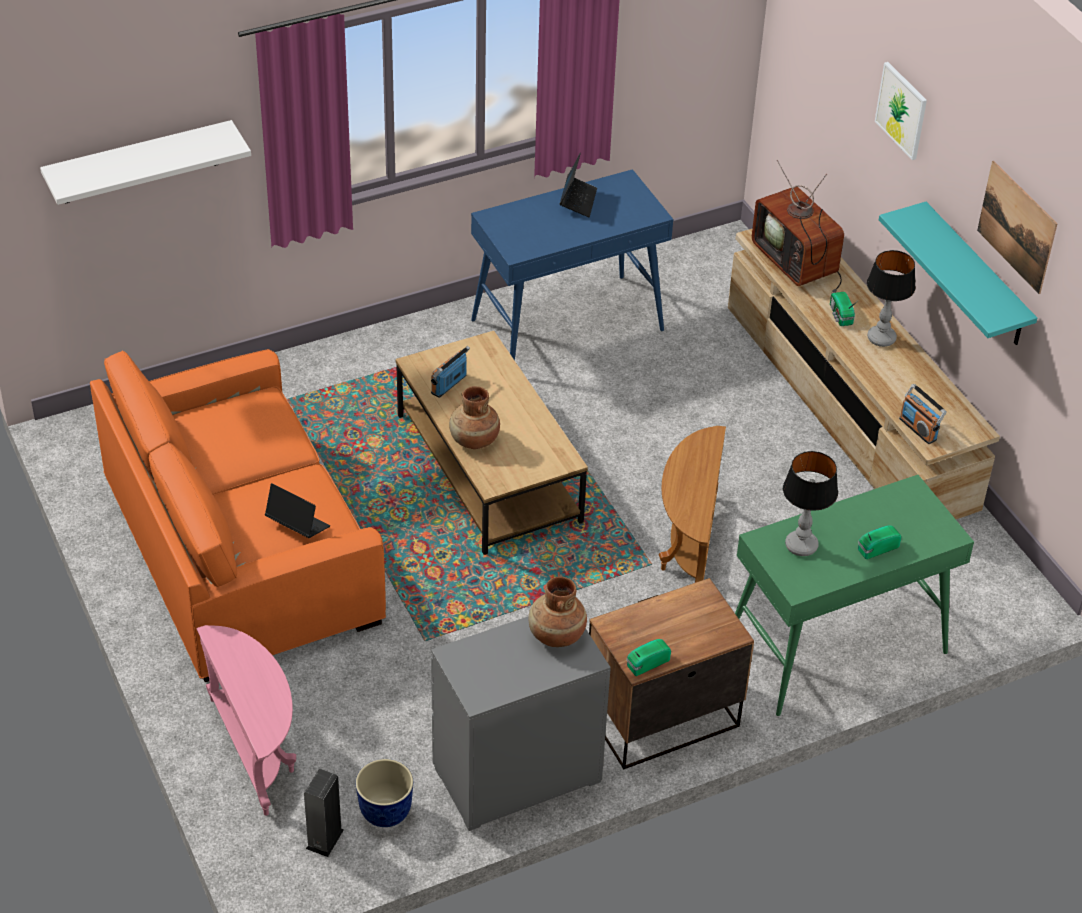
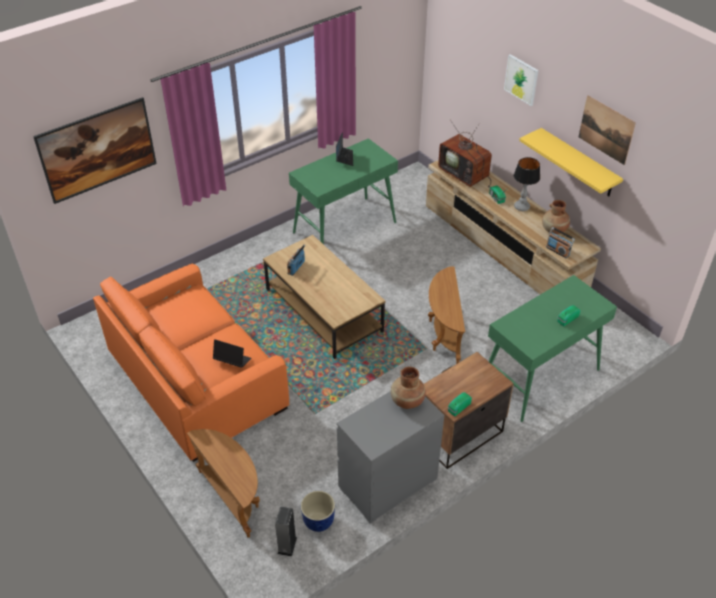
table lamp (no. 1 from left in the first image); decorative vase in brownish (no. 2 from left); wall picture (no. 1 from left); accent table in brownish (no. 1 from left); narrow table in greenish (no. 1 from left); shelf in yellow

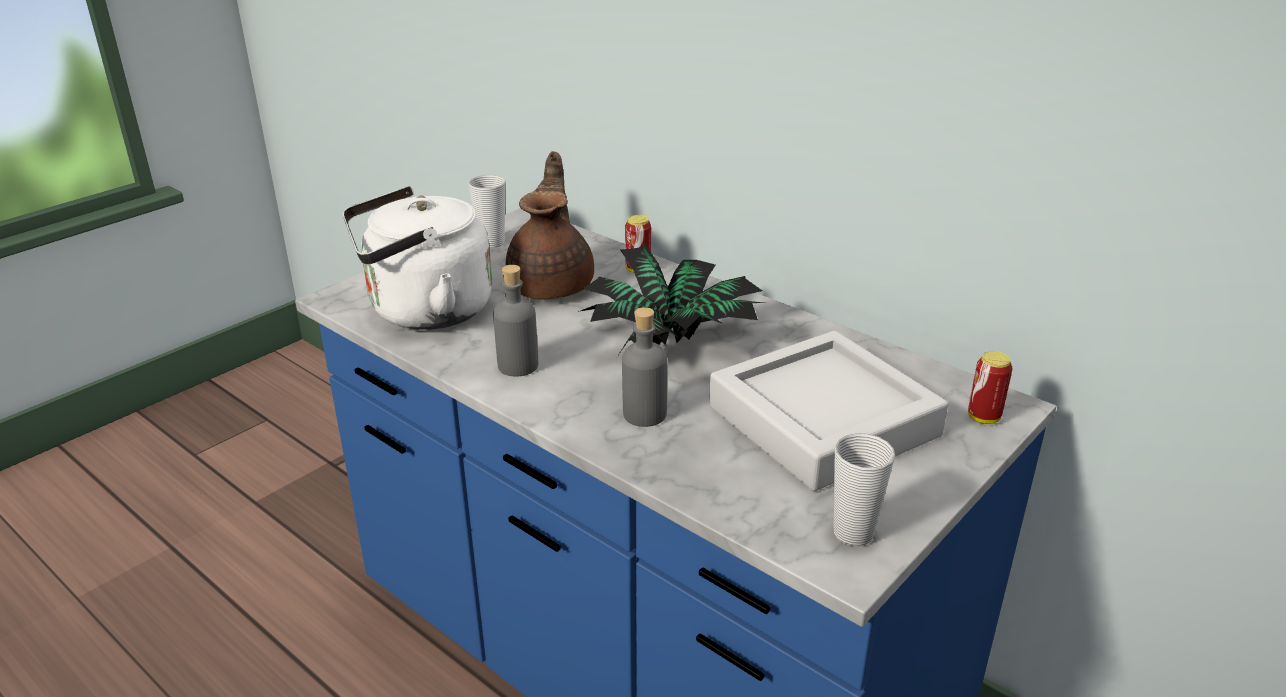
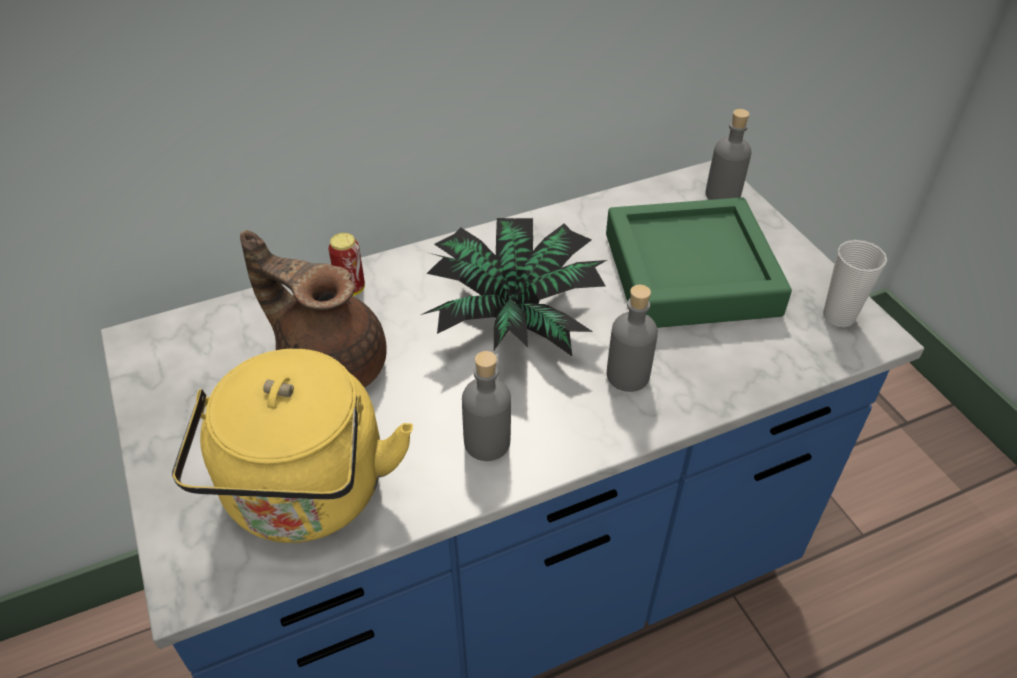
small cup (no. 1 from left in the first image); beverage bottle in gray (no. 3 from left); tea kettle in yellow; carrying tray in greenish

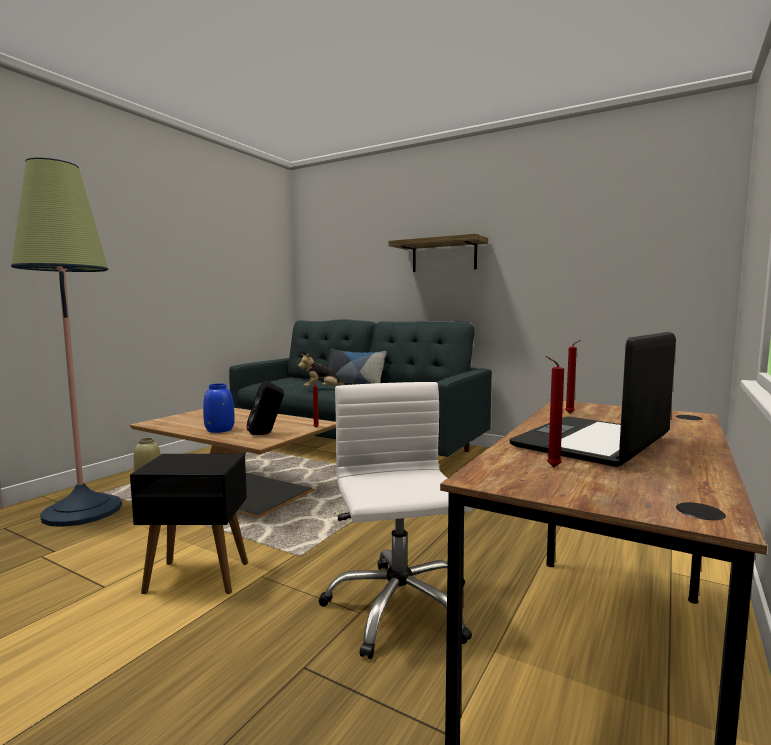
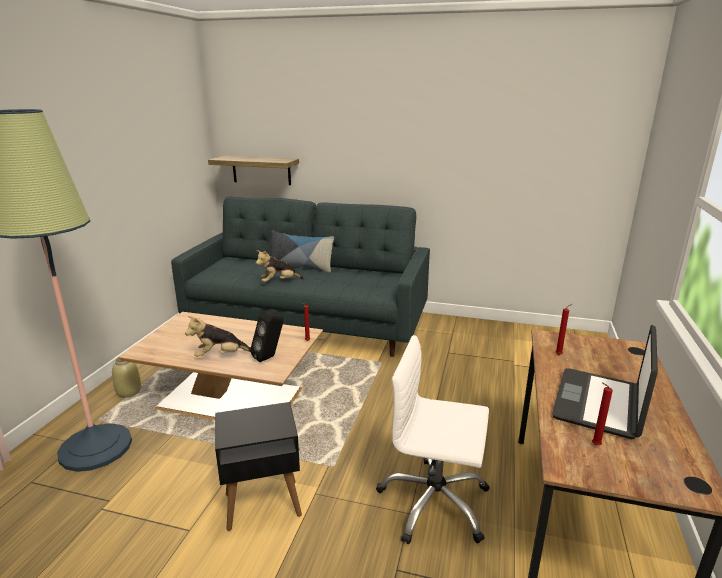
shelf; plush toy (no. 1 from left); desk chair in white

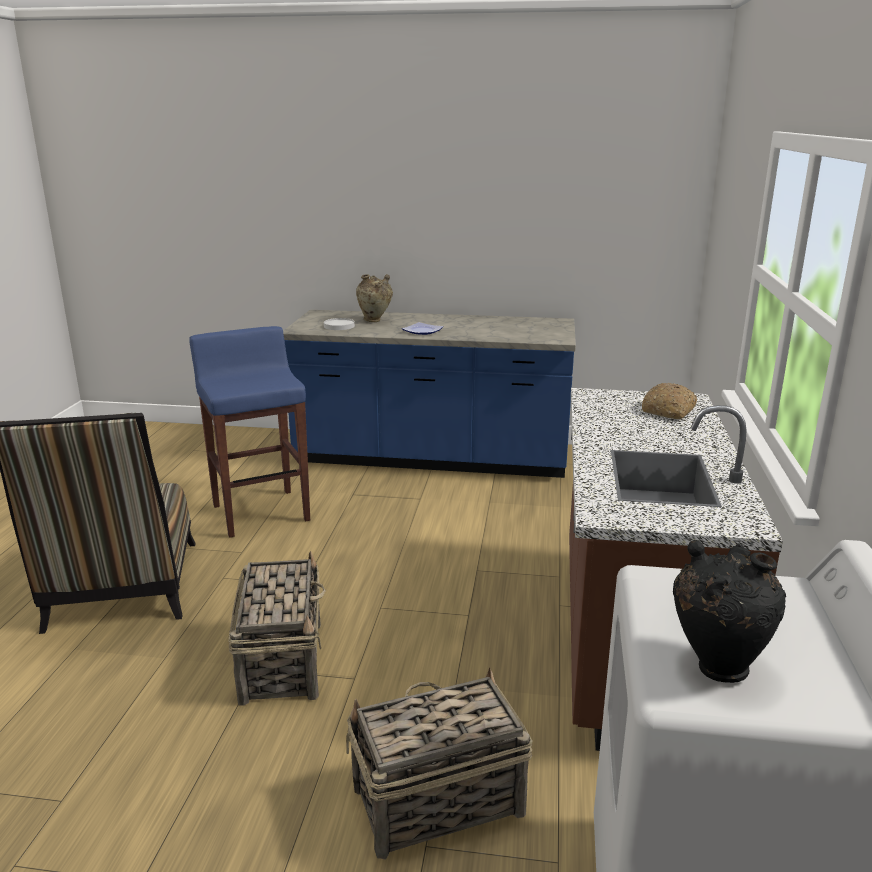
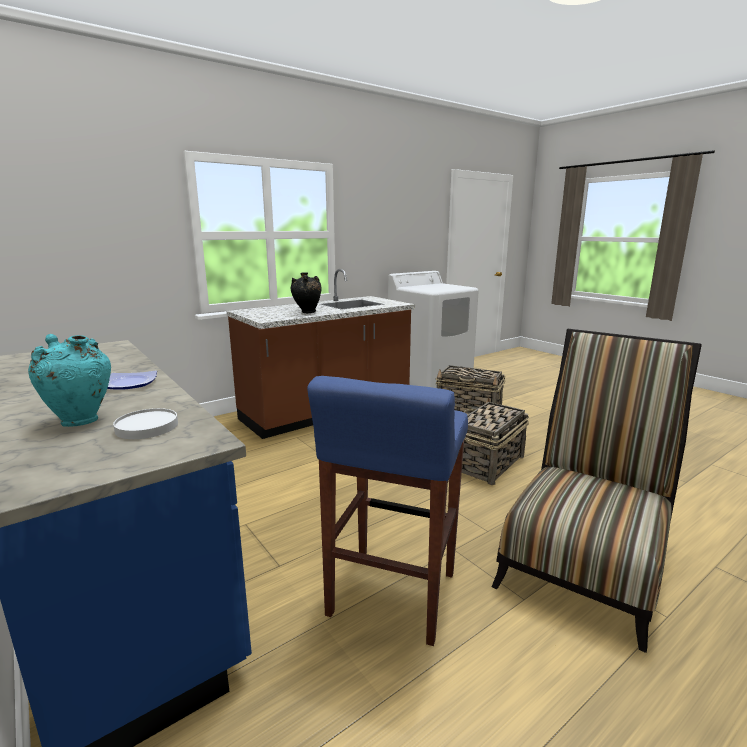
bread; decorative vase in black; decorative vase in turquoise

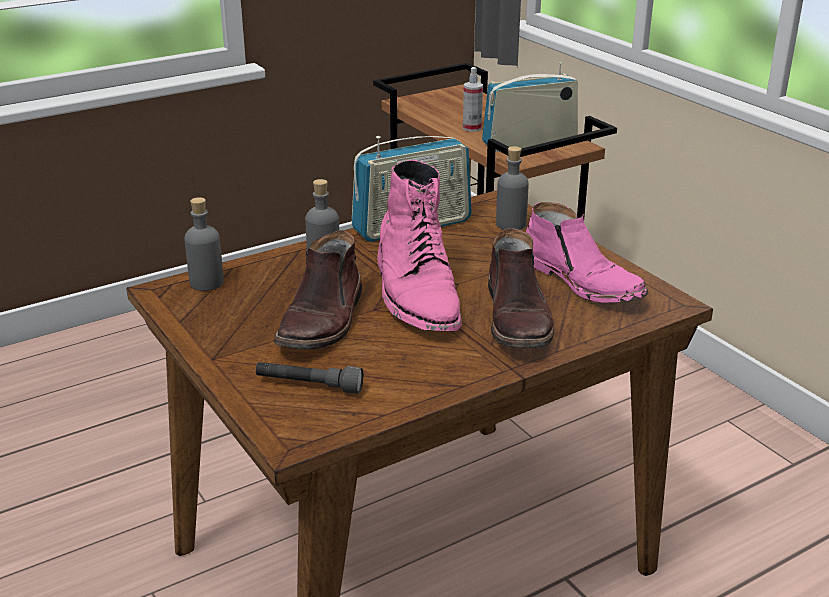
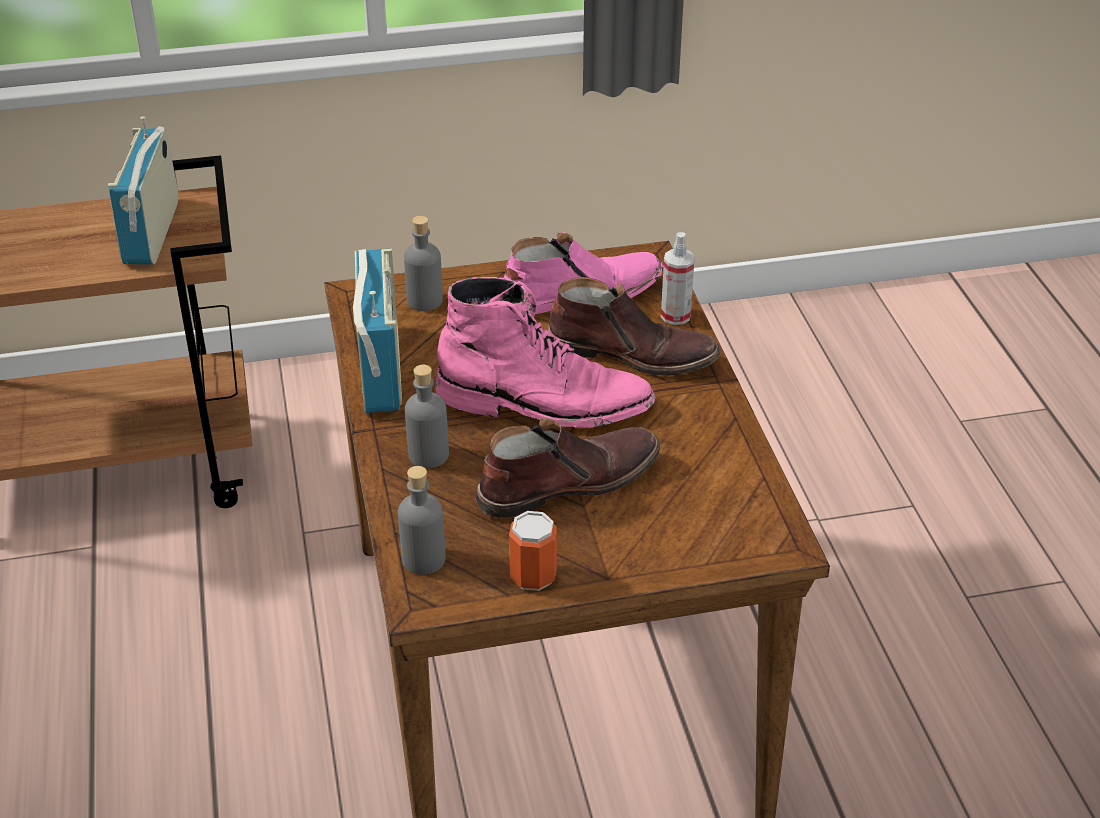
hand torch in gray; sealed can; sprayer; boot in brownish (no. 1 from left)

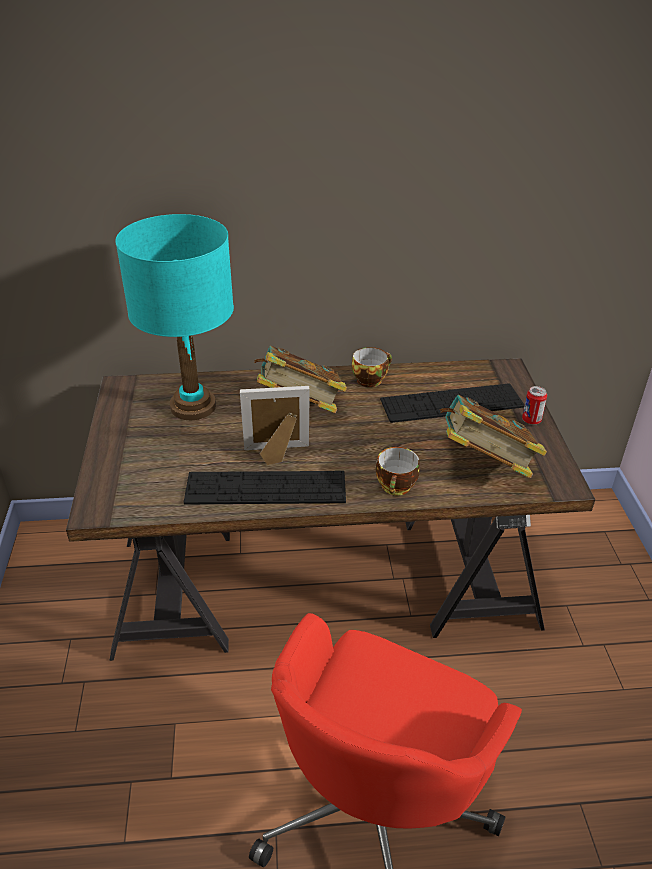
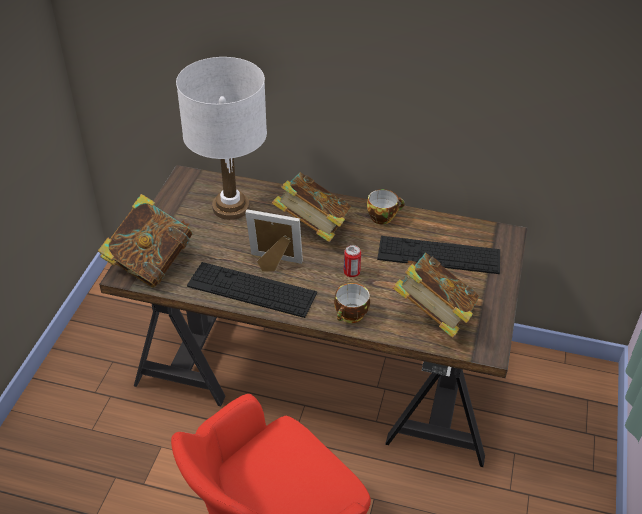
book (no. 1 from left); sealed can; table lamp in white

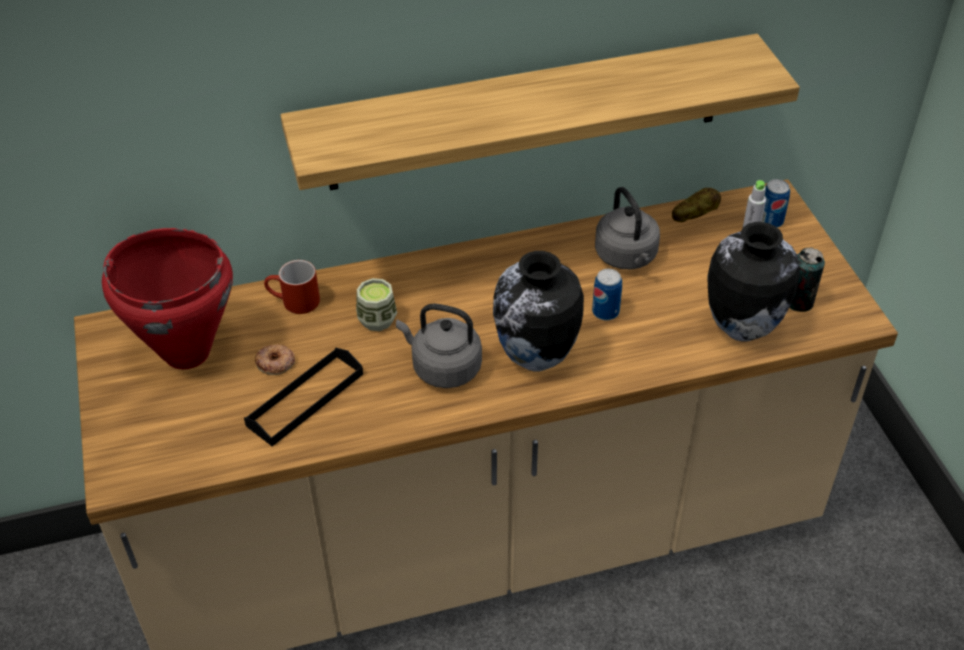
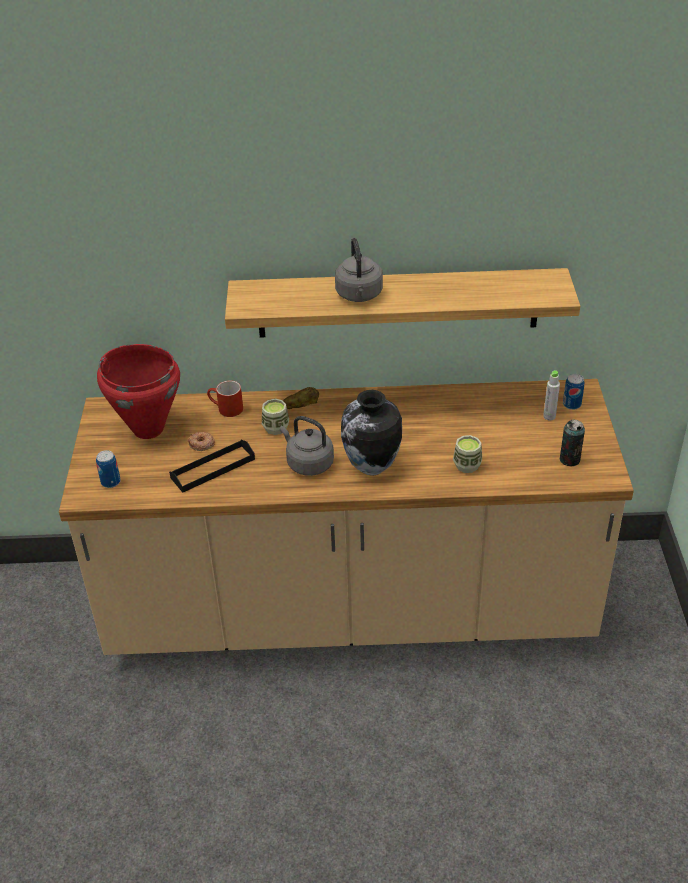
decorative vase (no. 2 from left in the first image); small cup (no. 2 from left); sealed can (no. 1 from left); tea kettle in gray (no. 2 from left); whole potato

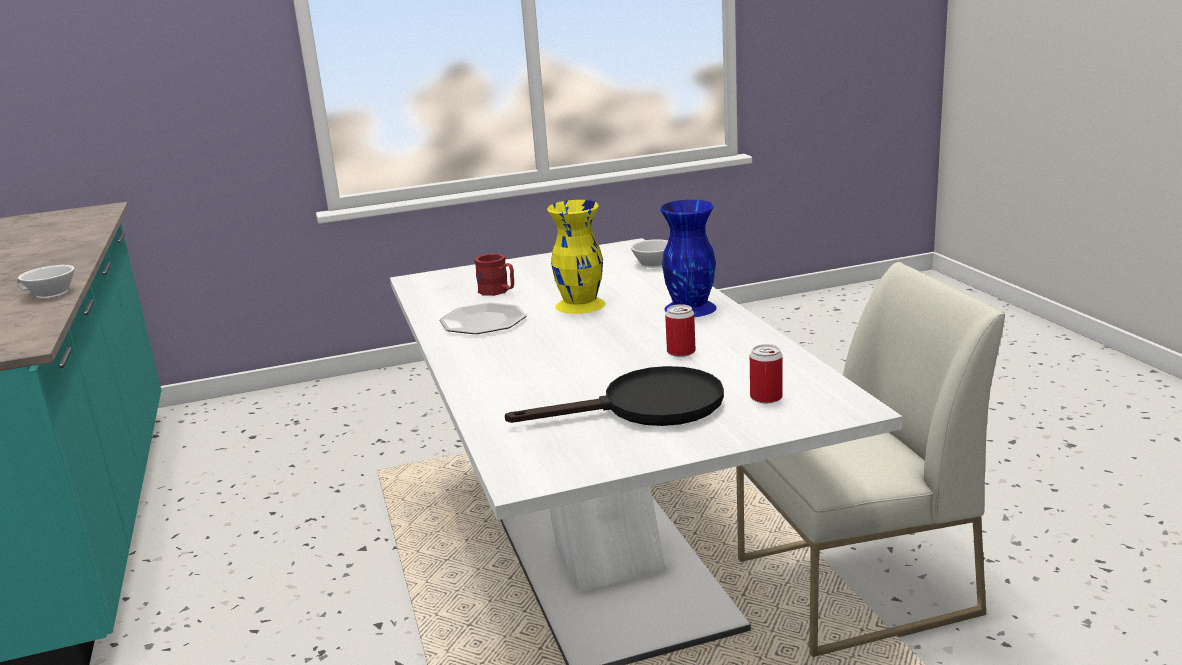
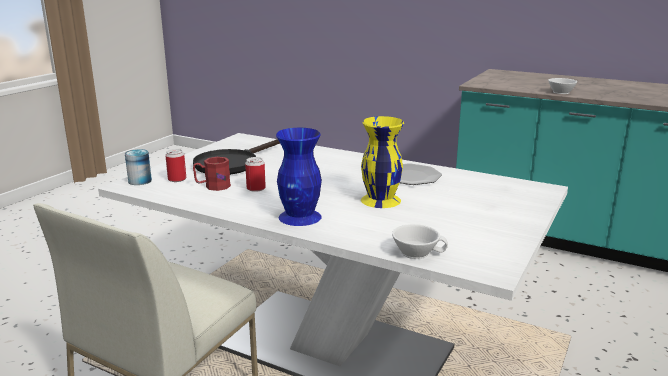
sealed can (no. 1 from left); coffee mug in reddish

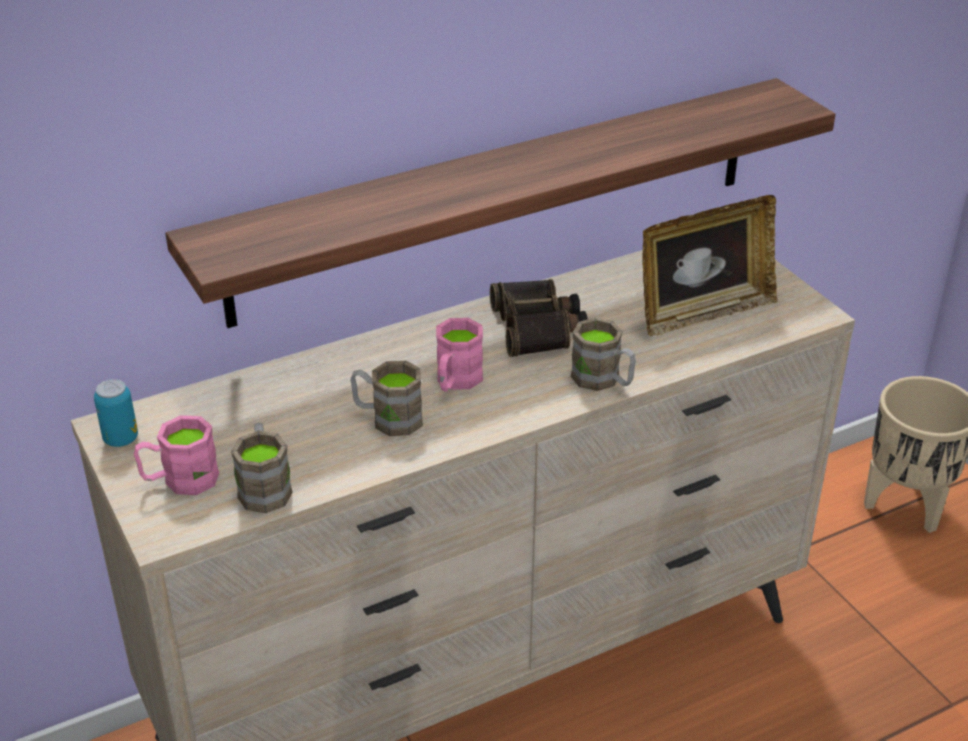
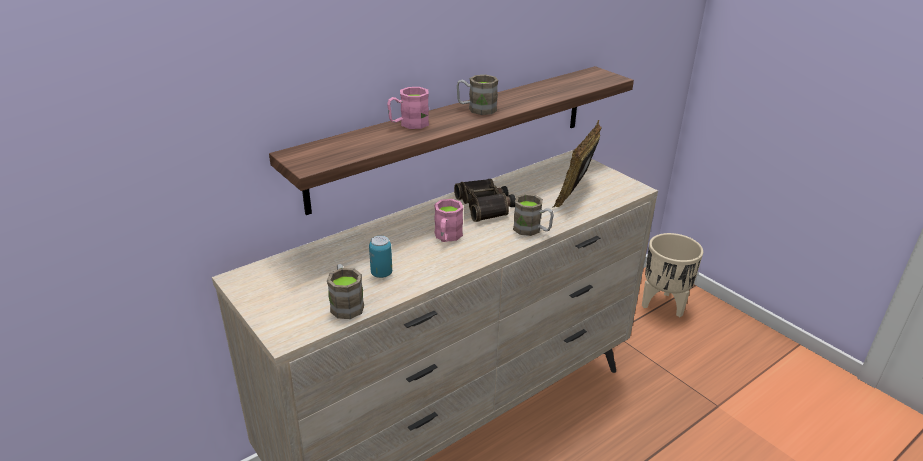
sealed can; coffee mug in pinkish (no. 1 from left); coffee mug in brownish (no. 2 from left); picture frame

